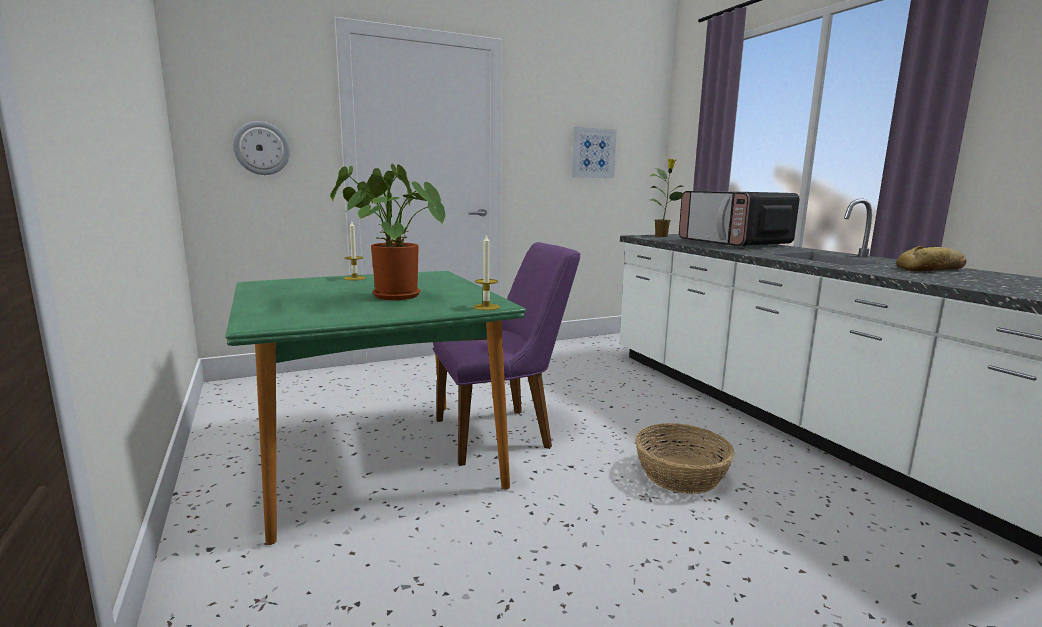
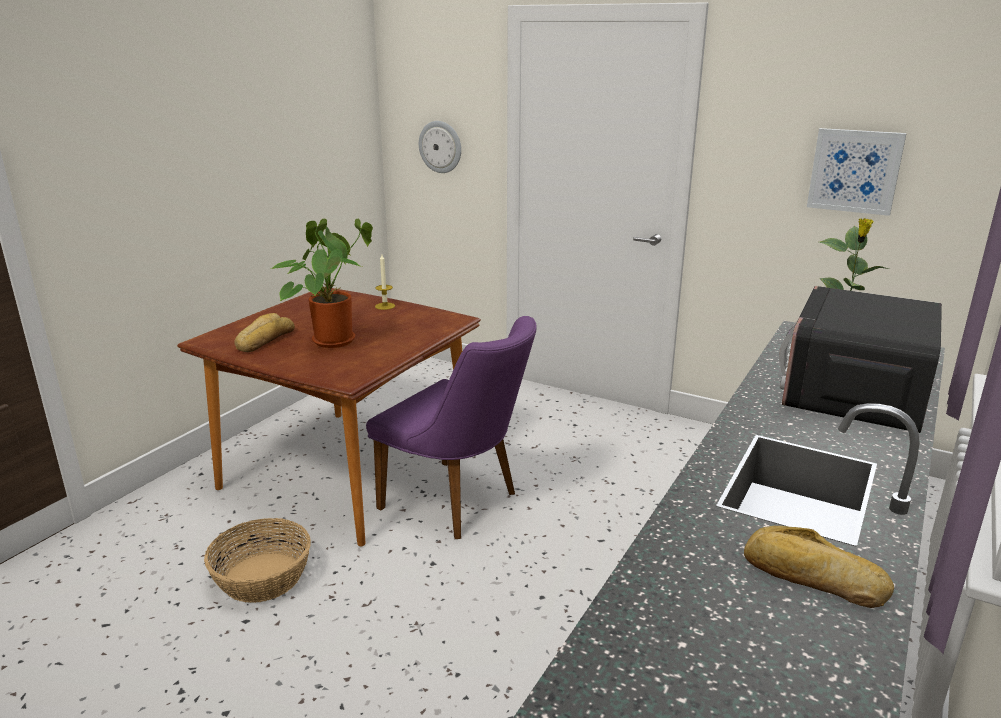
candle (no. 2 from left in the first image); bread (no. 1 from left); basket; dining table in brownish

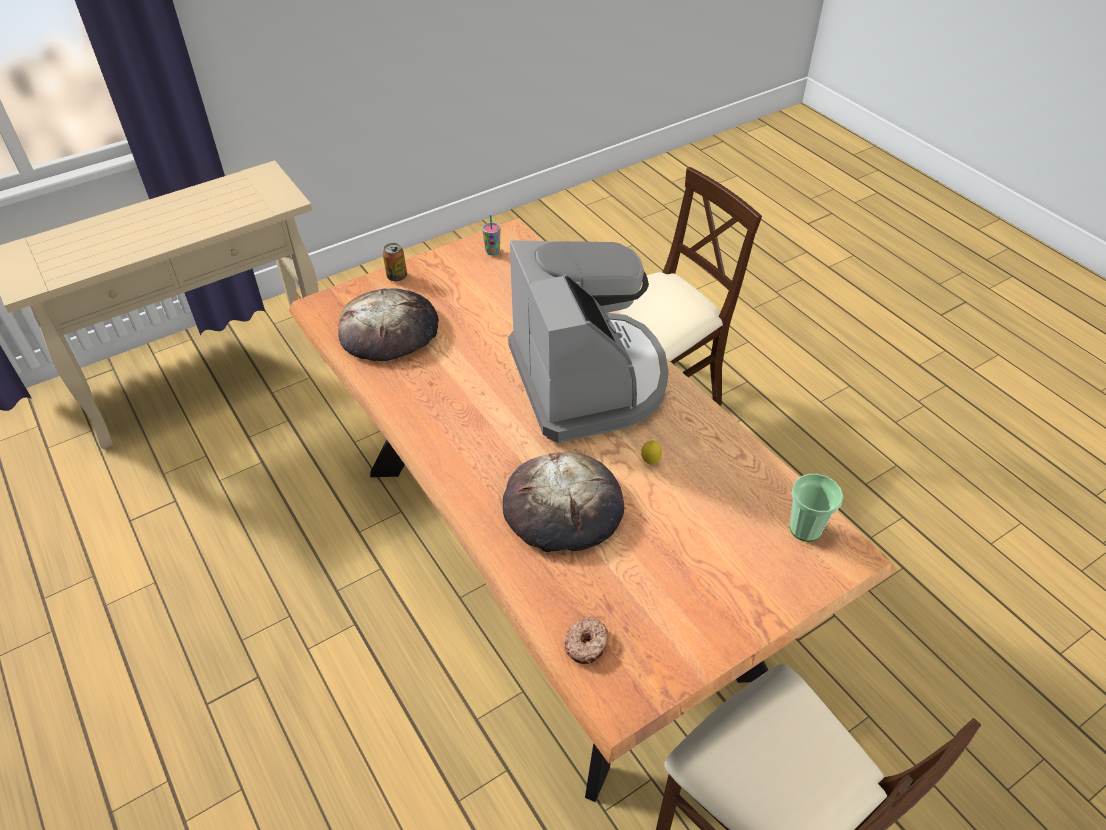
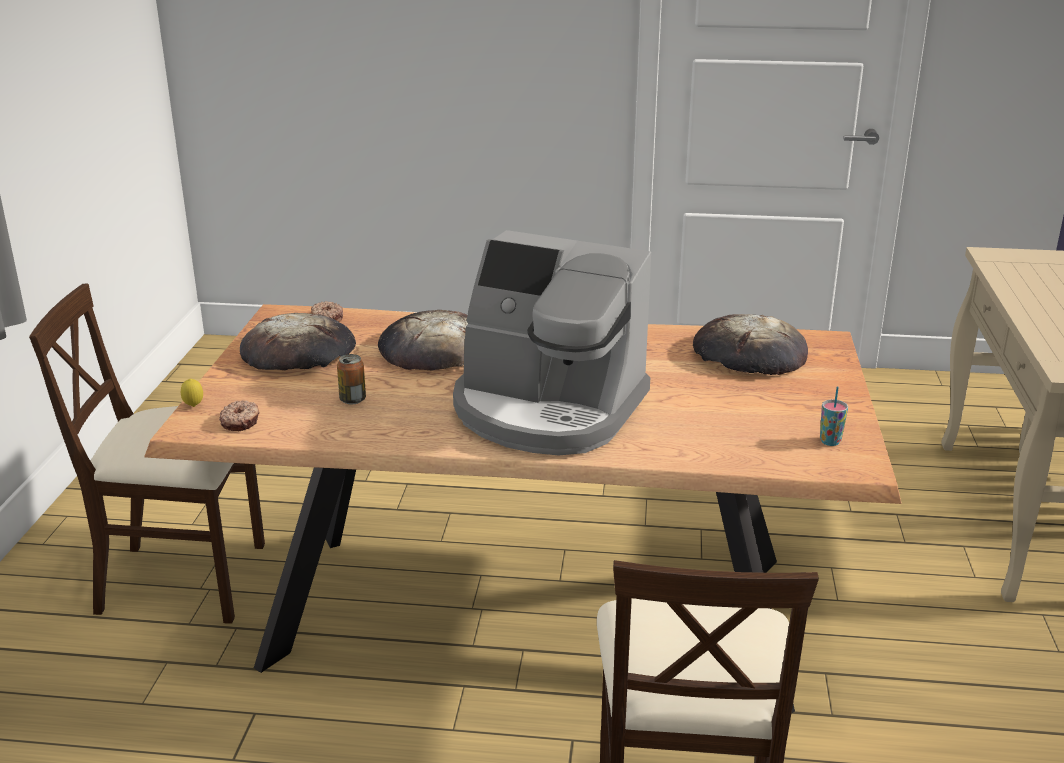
bread (no. 1 from left); sealed can; lemon; doughnut (no. 1 from left)

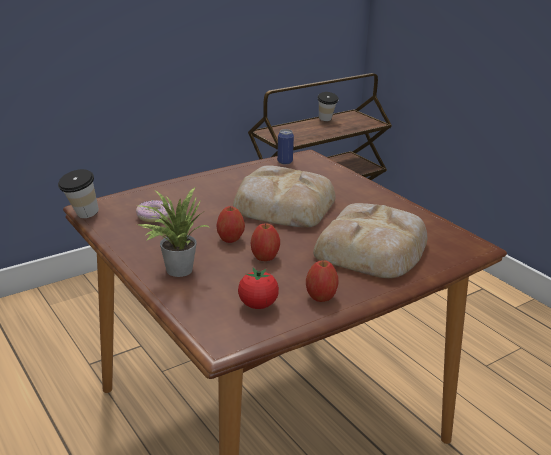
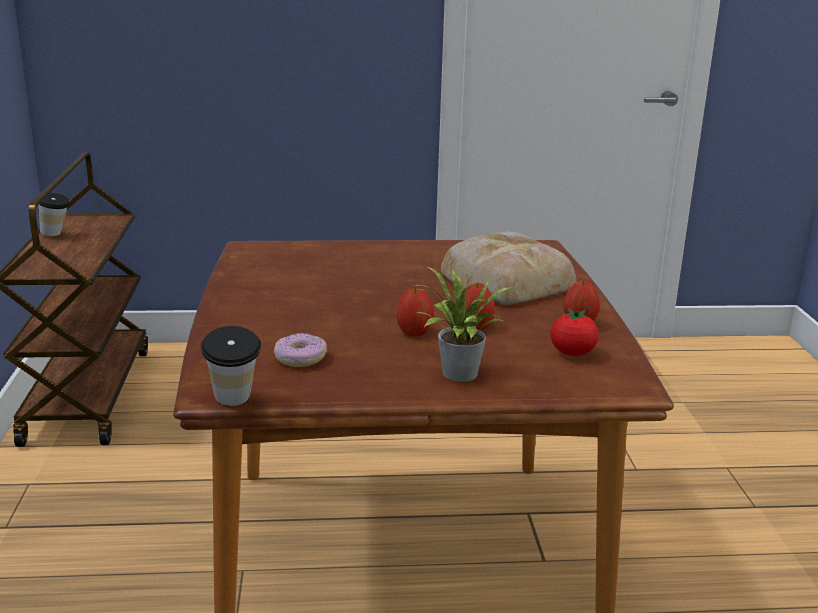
bread (no. 1 from left in the first image); sealed can

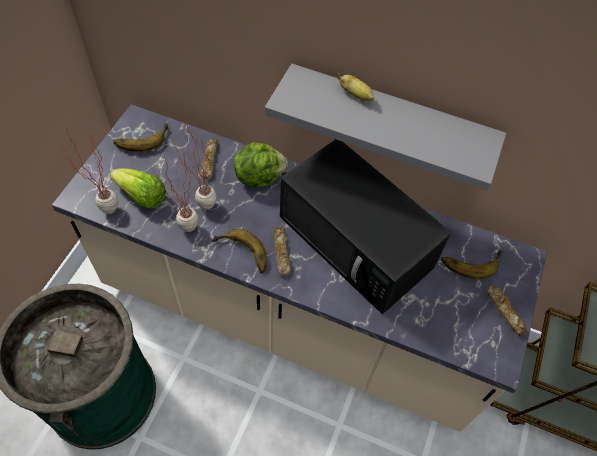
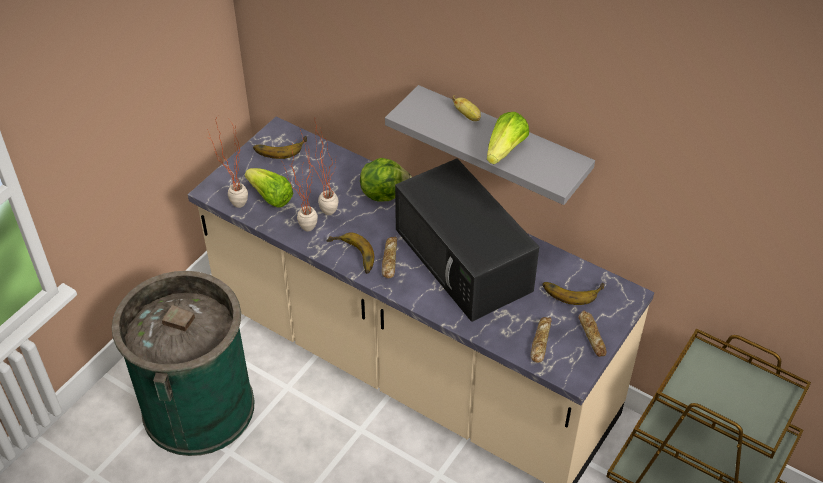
lettuce head (no. 3 from left); bread (no. 2 from left)

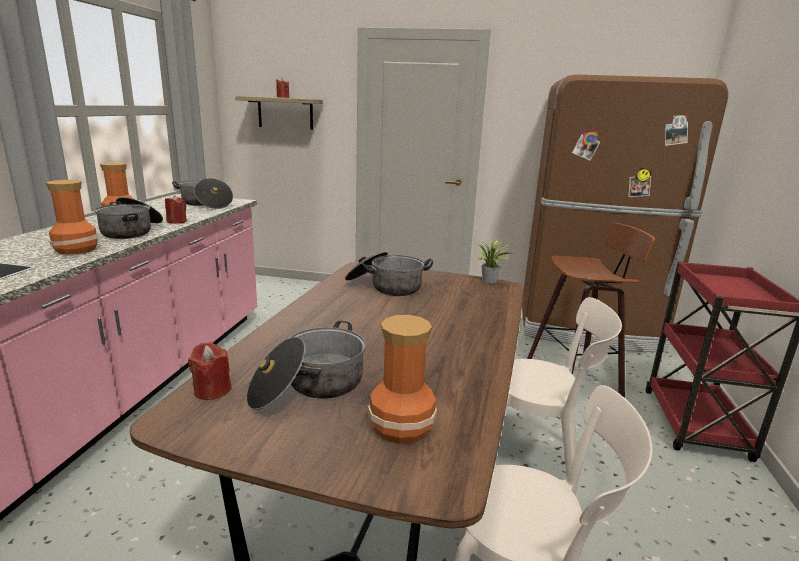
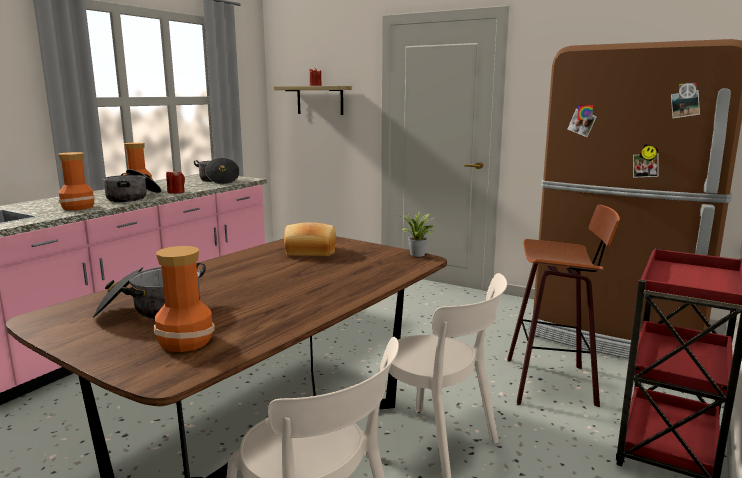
candle in reddish (no. 2 from left in the first image); bread

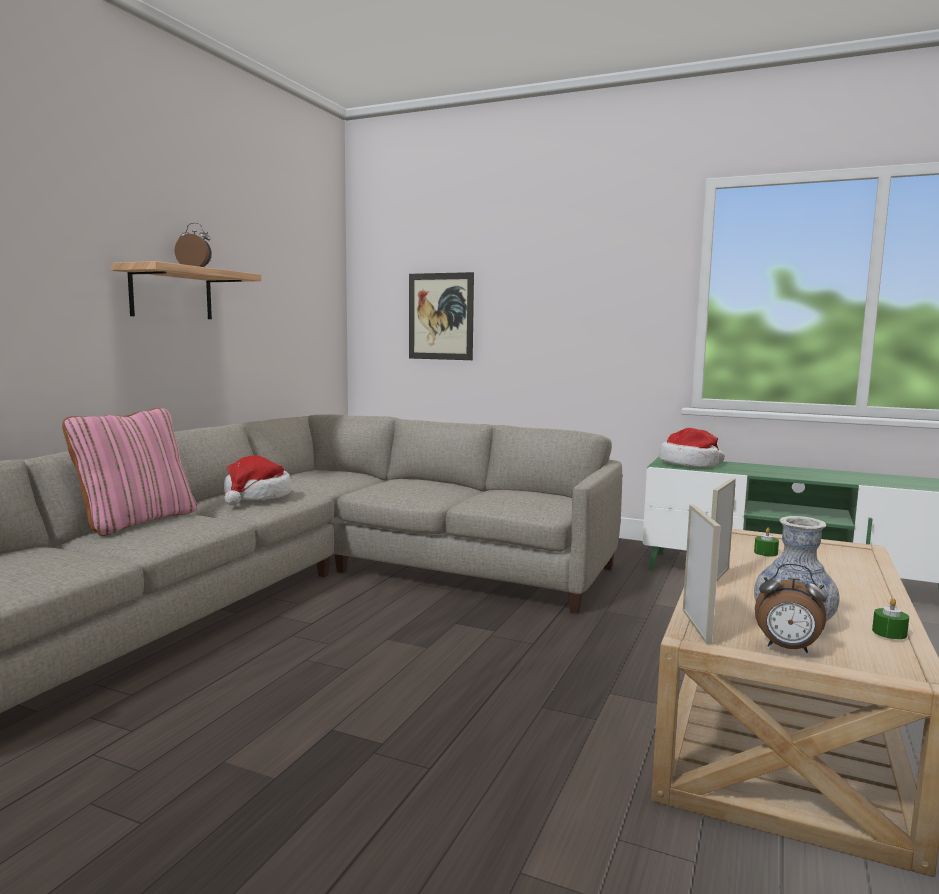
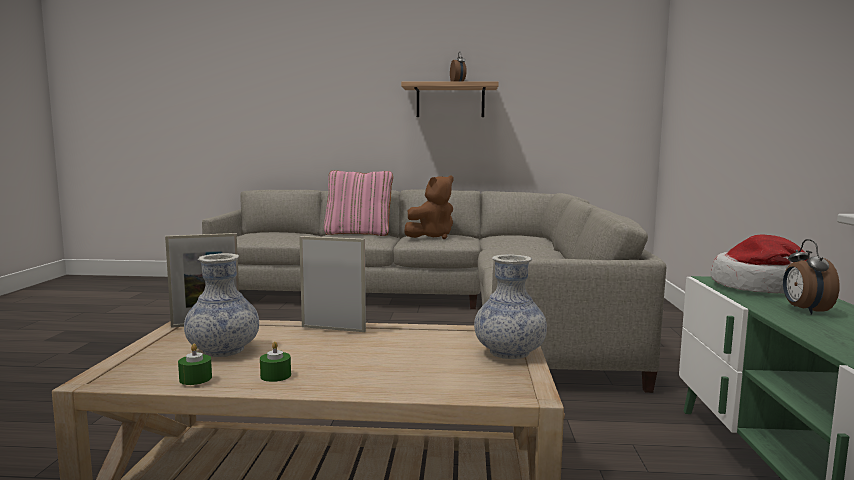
wall picture; decorative vase (no. 2 from left); candle in greenish (no. 2 from left); bedside clock (no. 2 from left); plush toy in brownish

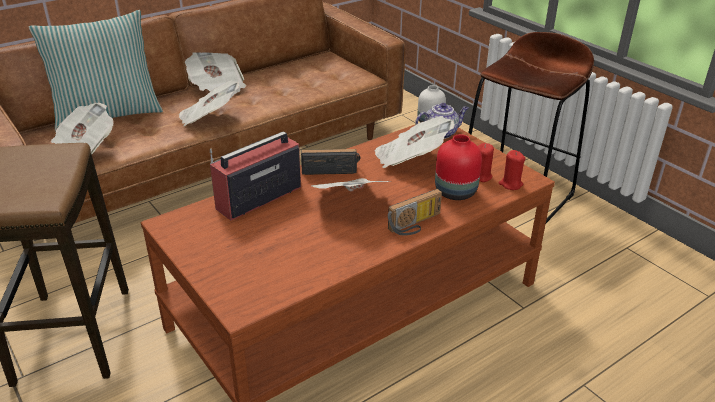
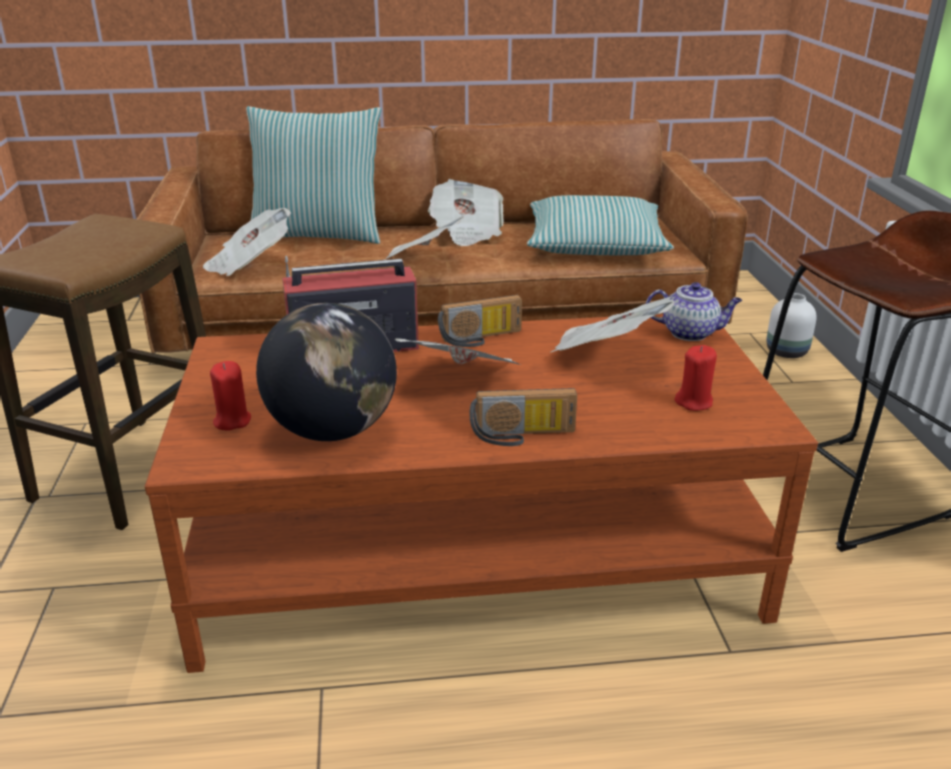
decorative vase in reddish; globe; throw pillow (no. 2 from left); candle in reddish (no. 1 from left); radio set (no. 2 from left)

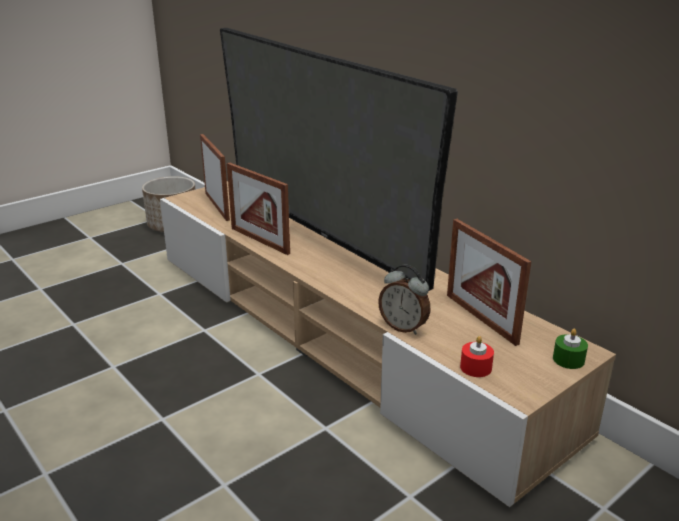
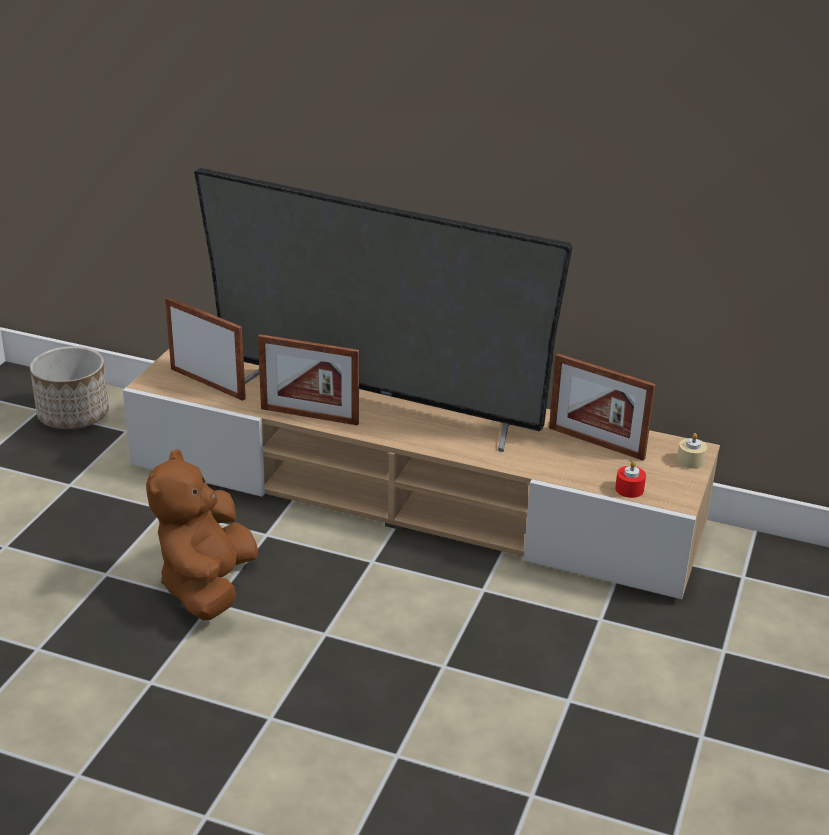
bedside clock; plush toy in brownish; candle in beige

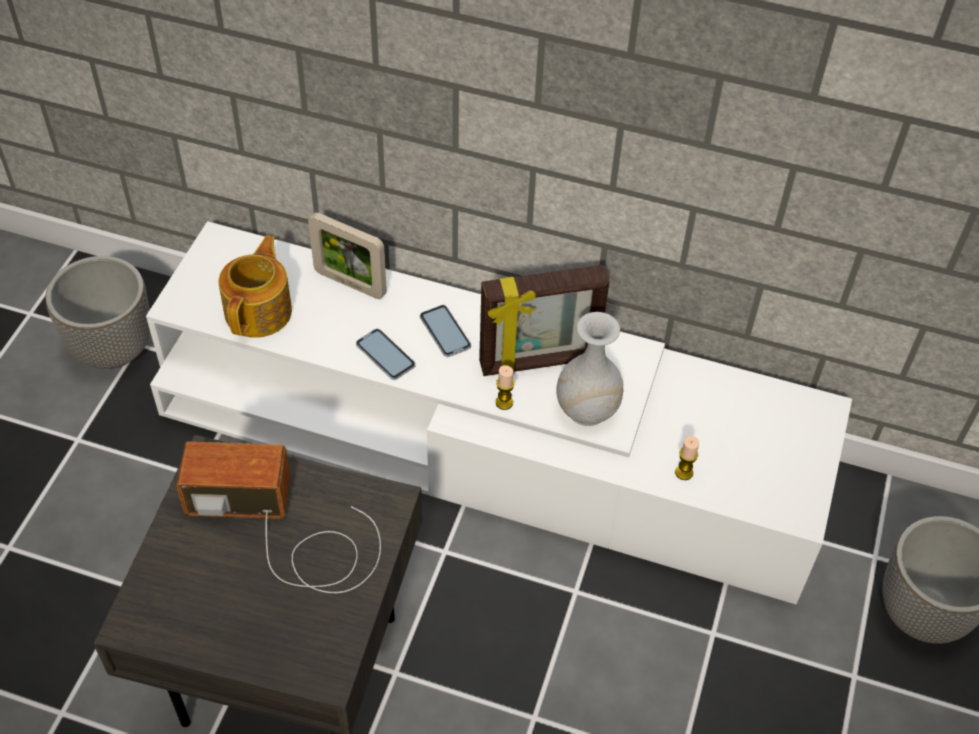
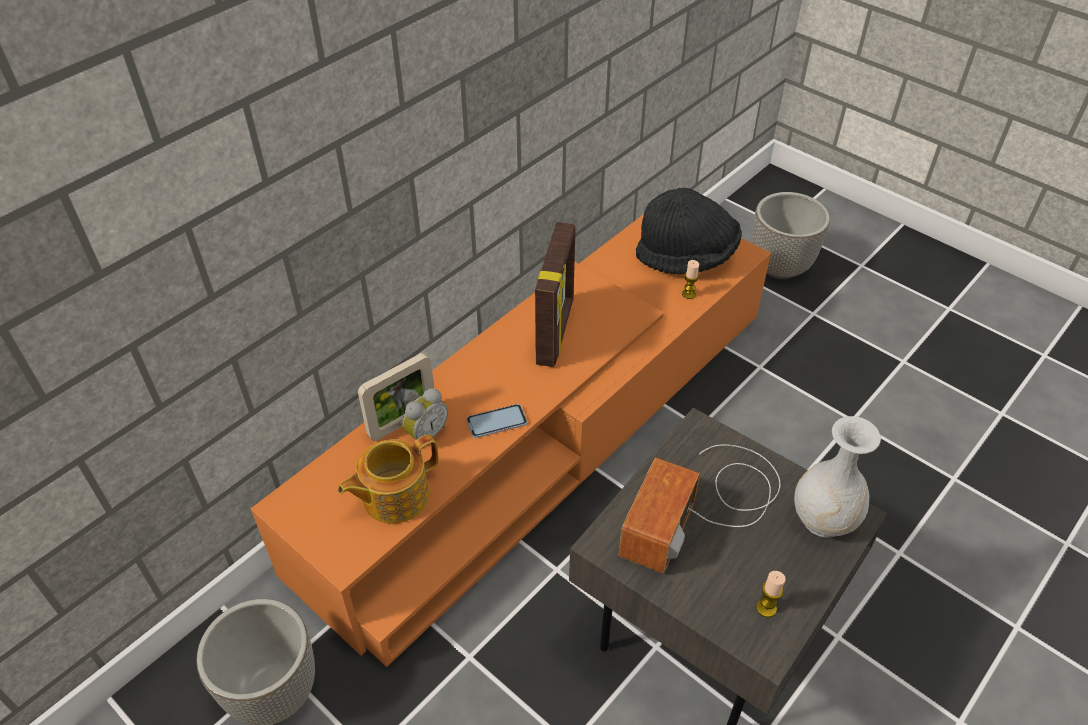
handset (no. 2 from left in the first image); bedside clock; hat in black; candle (no. 2 from left); decorative vase in white; tv unit in orange; tea pot

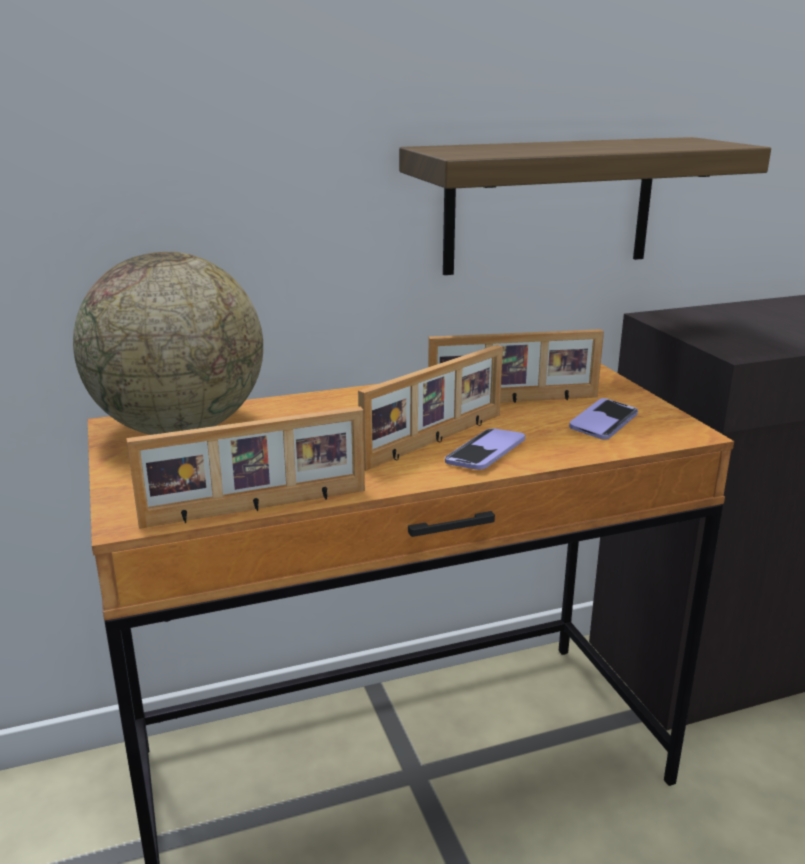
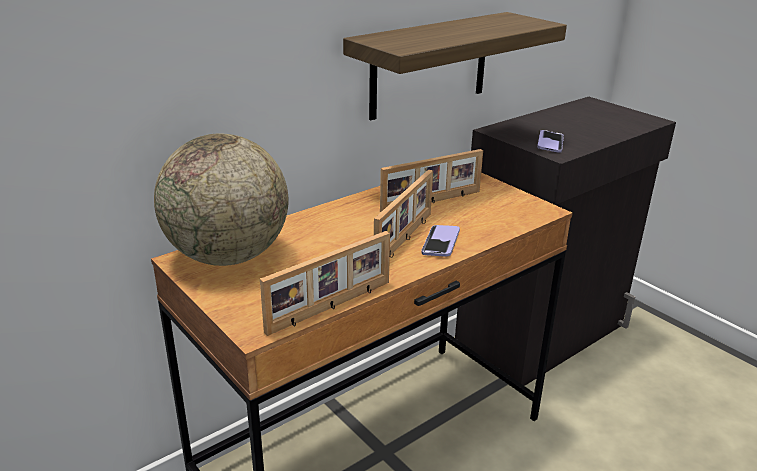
handset (no. 2 from left)

